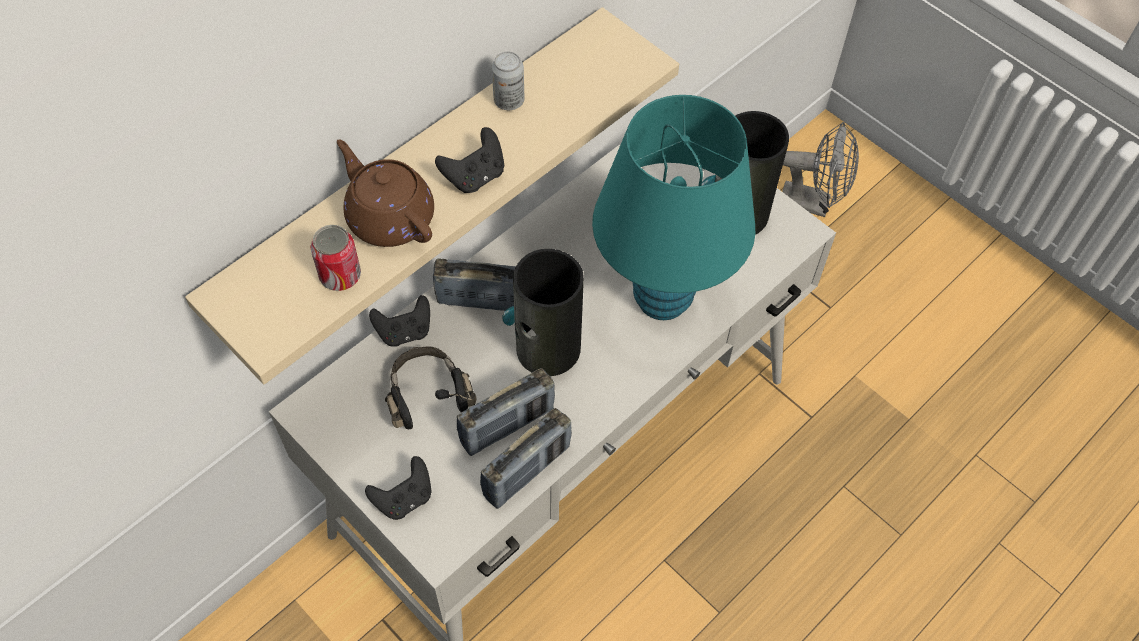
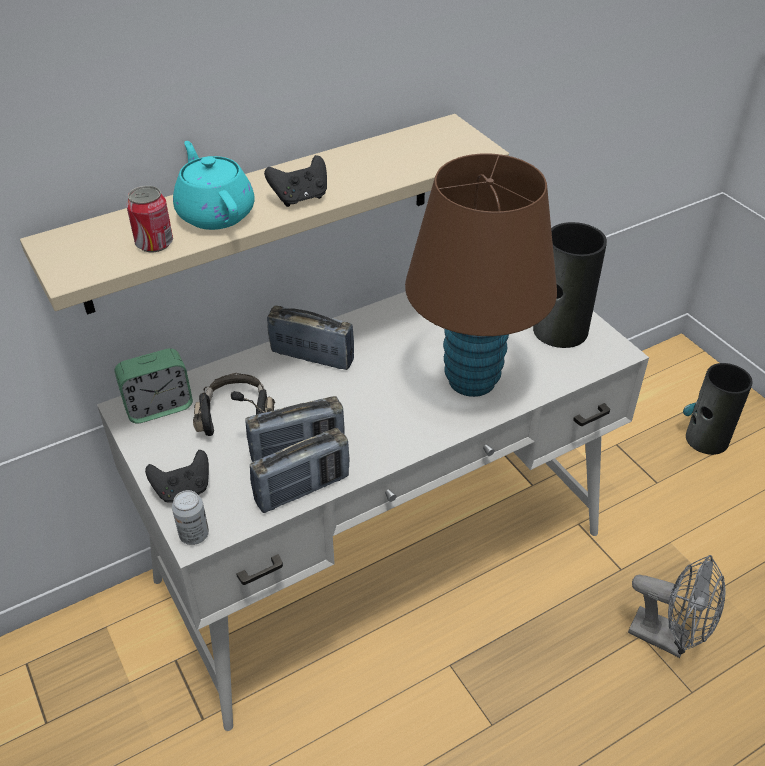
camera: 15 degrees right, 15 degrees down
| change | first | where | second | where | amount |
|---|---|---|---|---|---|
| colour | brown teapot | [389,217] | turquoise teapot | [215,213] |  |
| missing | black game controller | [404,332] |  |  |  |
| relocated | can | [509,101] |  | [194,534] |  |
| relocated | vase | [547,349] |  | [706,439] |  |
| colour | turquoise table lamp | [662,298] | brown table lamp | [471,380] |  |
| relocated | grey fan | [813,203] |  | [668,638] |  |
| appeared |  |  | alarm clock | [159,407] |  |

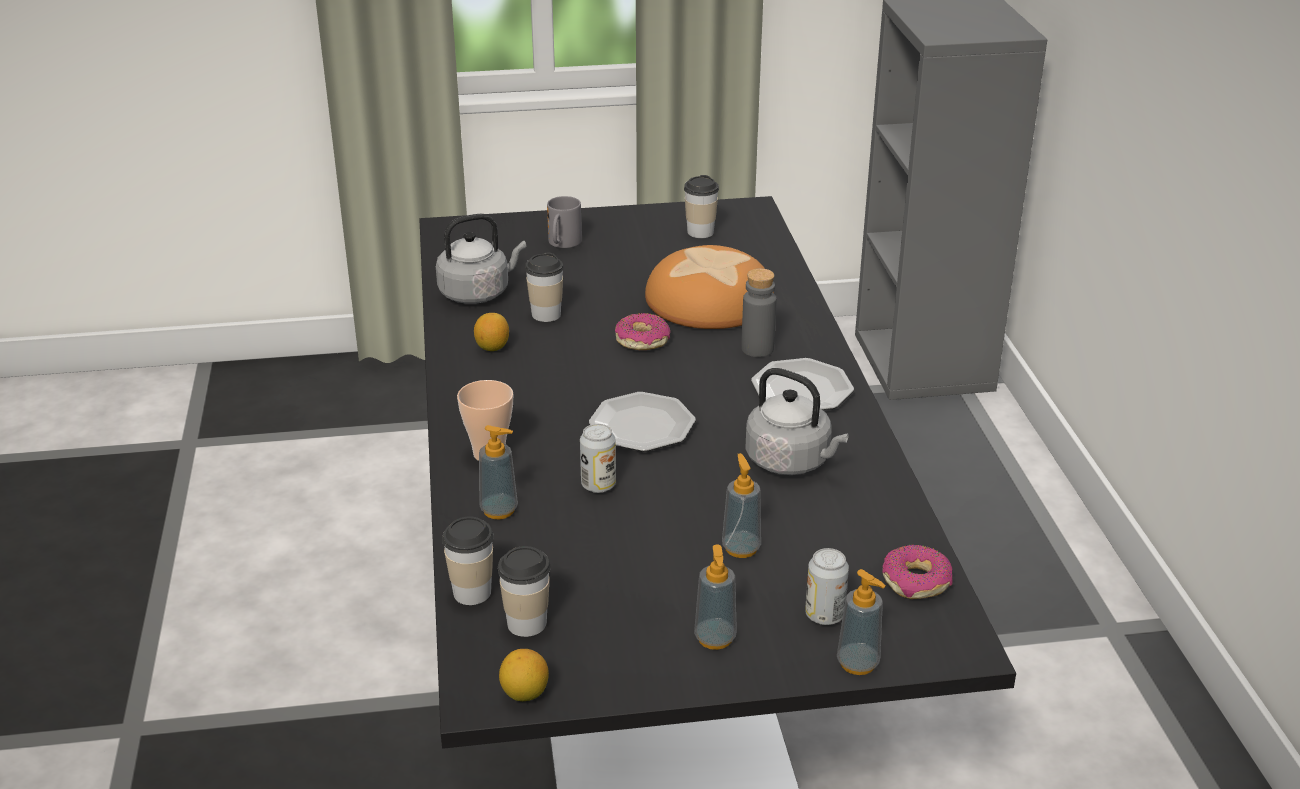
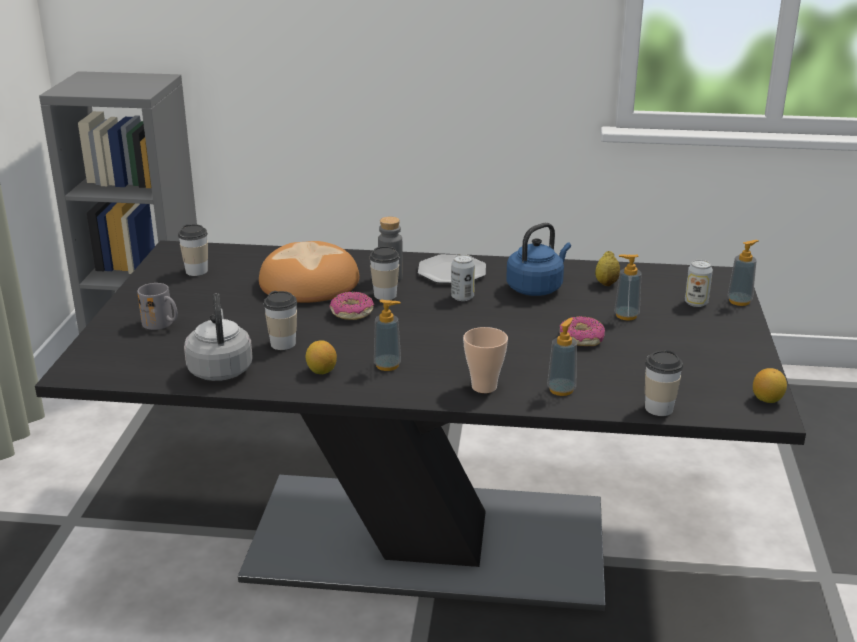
camera: 75 degrees left, 5 degrees down
| change | first | where | second | where | amount |
|---|---|---|---|---|---|
| relocated | cup | [527,623] |  | [385,295] |  |
| relocated | can | [598,485] |  | [462,297] |  |
| missing | plate | [643,426] |  |  |  |
| relocated | soap dispenser | [715,638] |  | [387,365] |  |
| colour | grey kettle | [791,462] | blue kettle | [536,288] |  |
| relocated | donut | [916,581] |  | [581,338] |  |
| appeared |  |  | lemon | [606,283] |  |

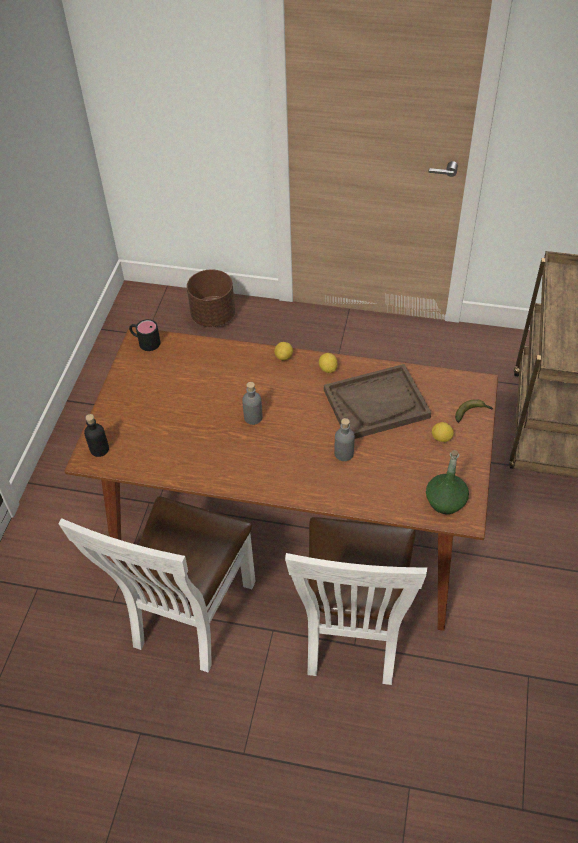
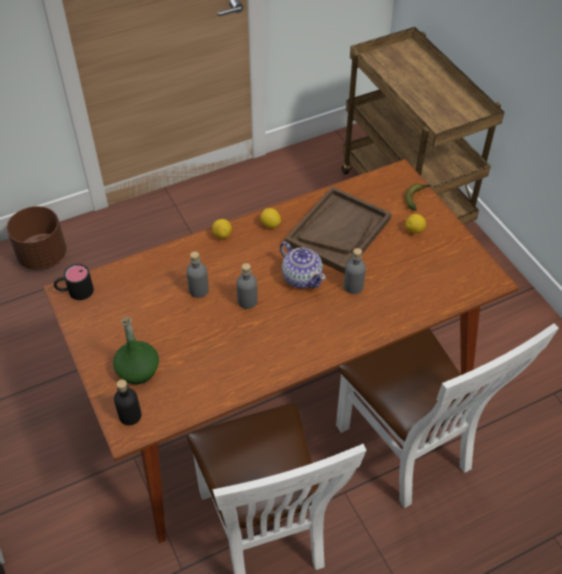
camera: 40 degrees left, 0 degrees up
| change | first | where | second | where | amount |
|---|---|---|---|---|---|
| relocated | green bottle | [445,501] |  | [138,370] |  |
| appeared |  |  | grey bottle | [198,290] |  |
| appeared |  |  | teapot | [302,277] |  |

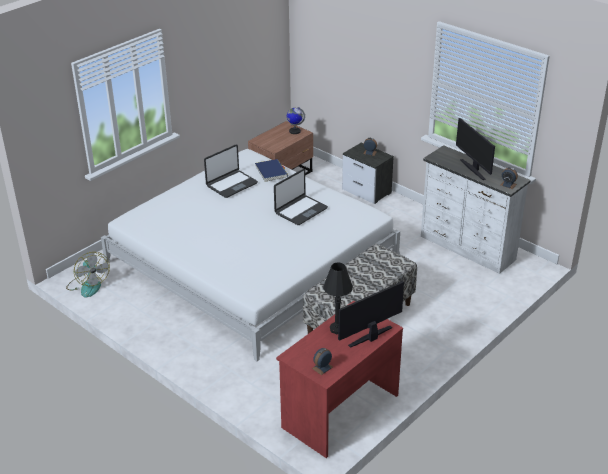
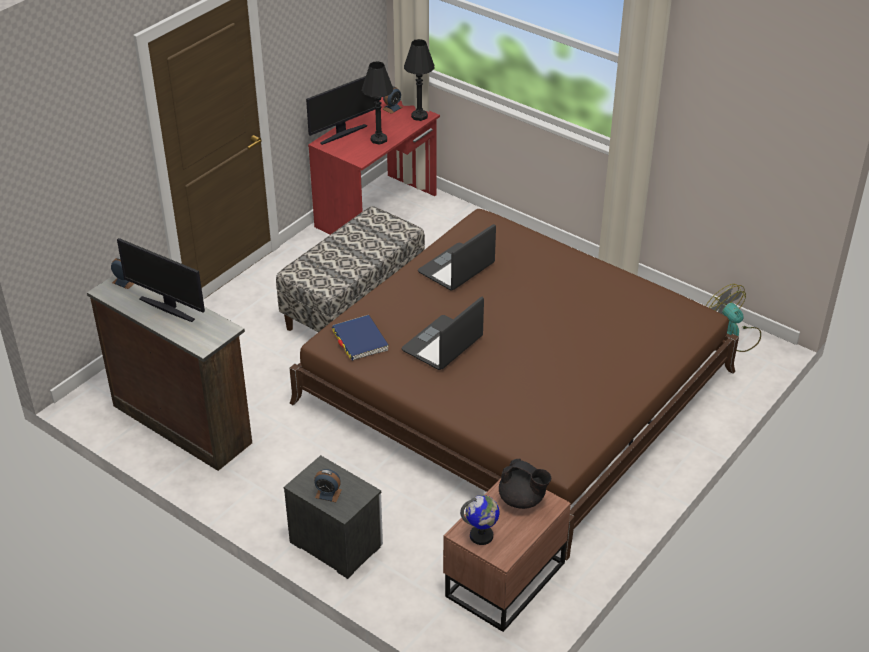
camera: 175 degrees right, 5 degrees up
| change | first | where | second | where | amount |
|---|---|---|---|---|---|
| colour | white bed | [252,260] | brown bed | [515,386] |  |
| relocated | laptop | [231,184] |  | [457,268] |  |
| relocated | blue book | [271,172] |  | [360,340] |  |
| colour | white dresser | [467,249] | brown dresser | [183,422] |  |
| spun | monitor | [473,169] |  | [168,308] | 150 degrees clockwise |
| appeared |  |  | black table lamp | [419,116] |  |
| appeared |  |  | black teapot | [522,499] |  |

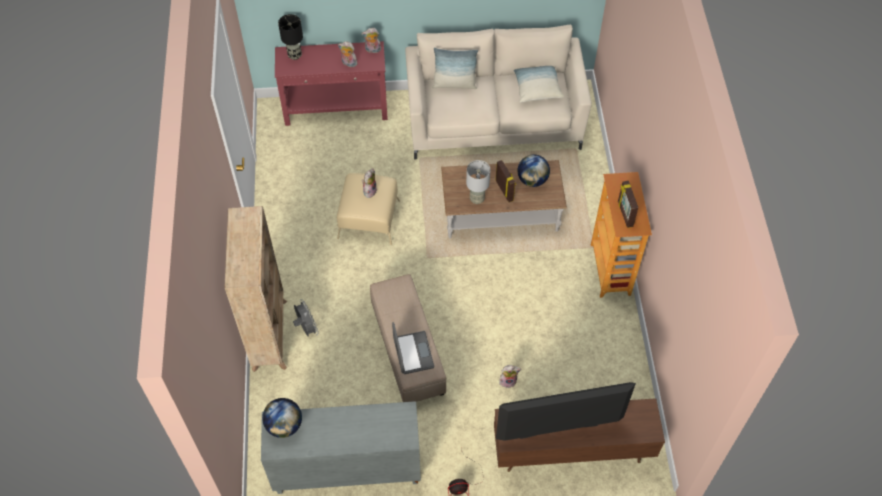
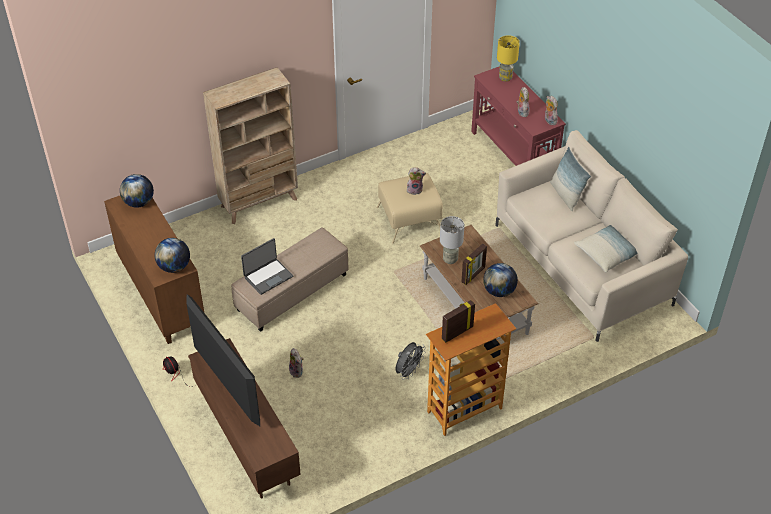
camera: 65 degrees right, 10 degrees down
| change | first | where | second | where | amount |
|---|---|---|---|---|---|
| colour | grey cabinet | [346,469] | brown cabinet | [160,294] |  |
| colour | black table lamp | [294,56] | yellow table lamp | [505,78] |  |
| relocated | grey fan | [306,328] |  | [408,371] |  |
| appeared |  |  | globe | [174,267] |  |

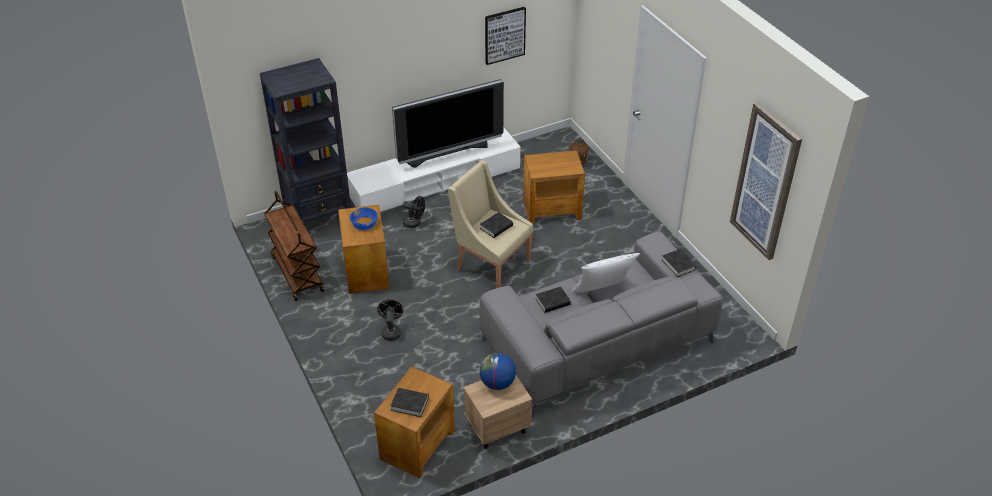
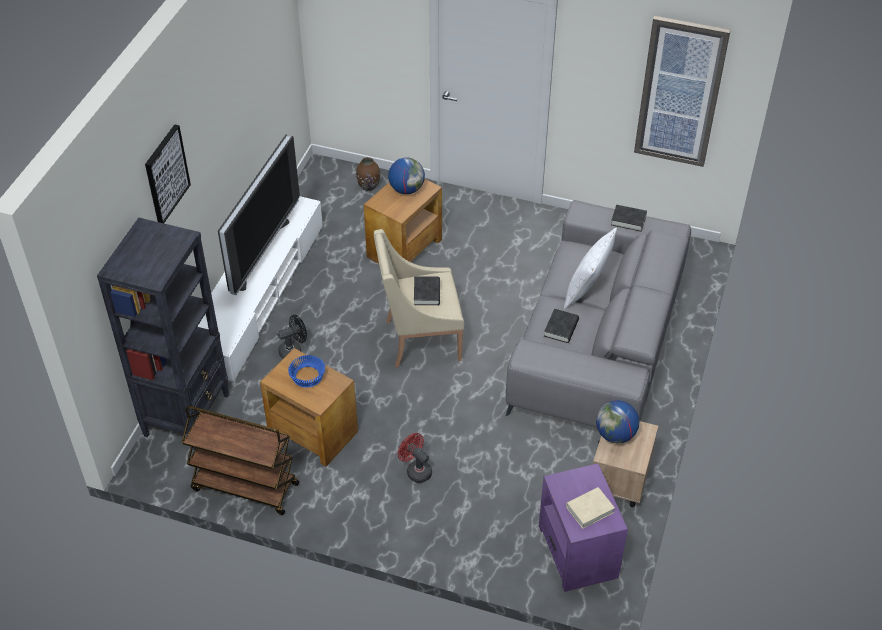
camera: 45 degrees left, 5 degrees up
| change | first | where | second | where | amount |
|---|---|---|---|---|---|
| colour | brown side table | [416,445] | purple side table | [577,552] |  |
| colour | black fan | [391,331] | red fan | [416,470] |  |
| colour | black book | [410,404] | beige book | [589,509] |  |
| relocated | picture | [504,35] |  | [166,174] |  |
| appeared |  |  | globe | [406,189] |  |

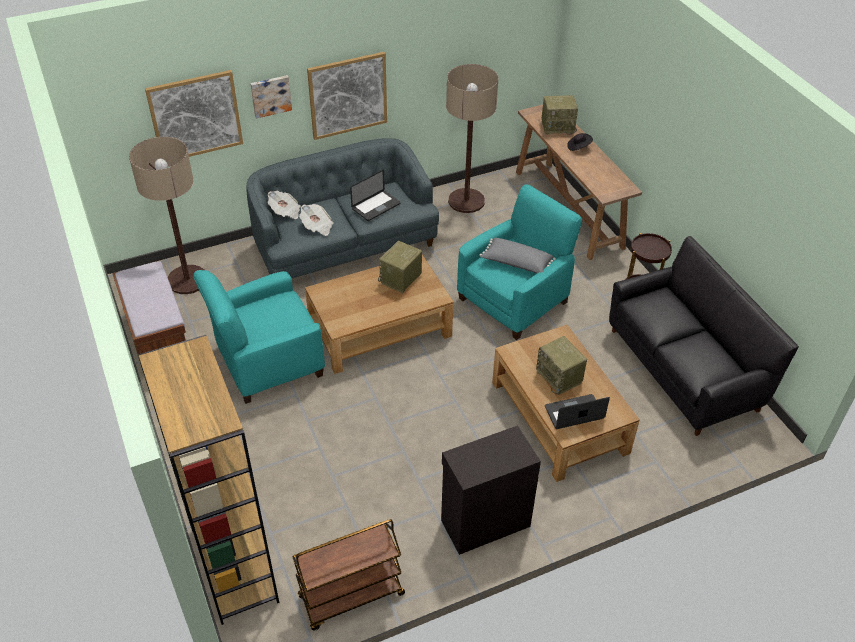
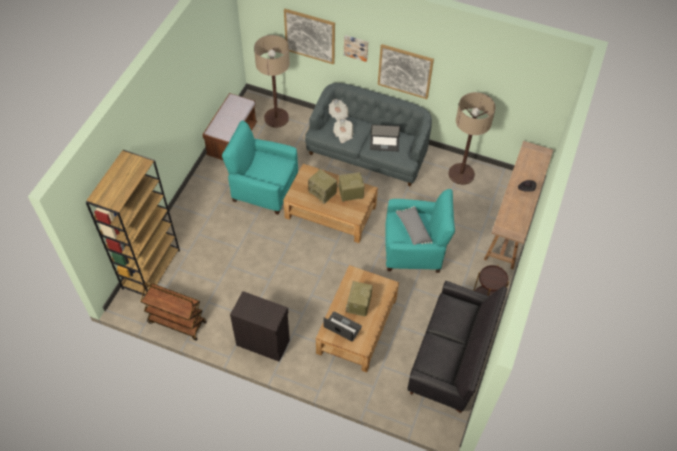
camera: 45 degrees right, 10 degrees up
| change | first | where | second | where | amount |
|---|---|---|---|---|---|
| relocated | radio | [558,126] |  | [323,192] |  |

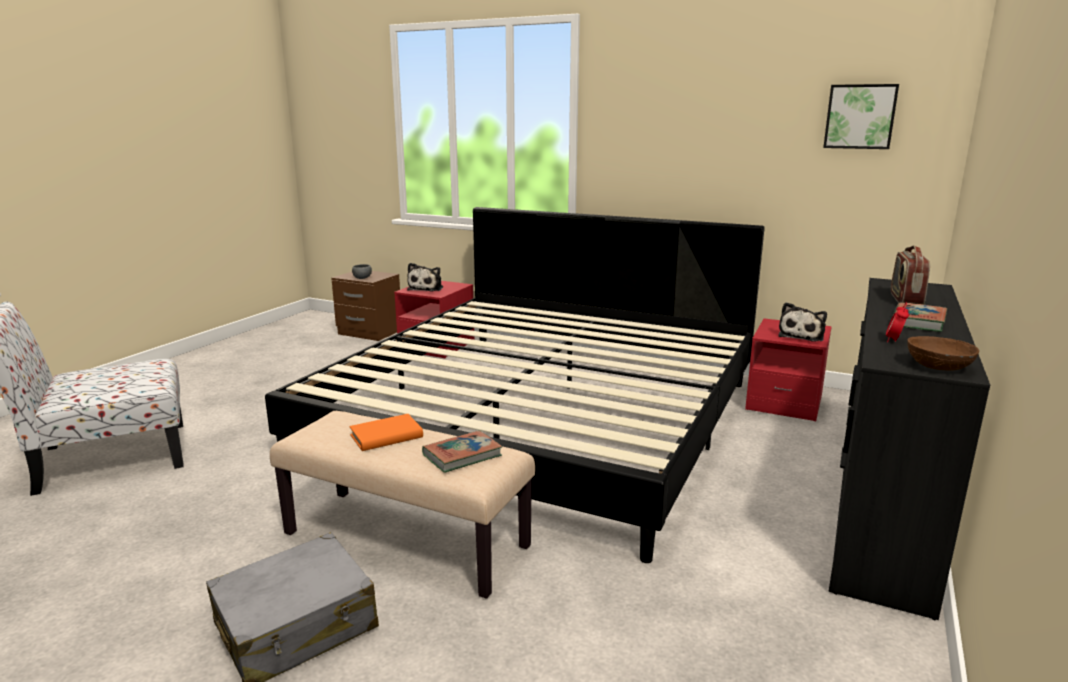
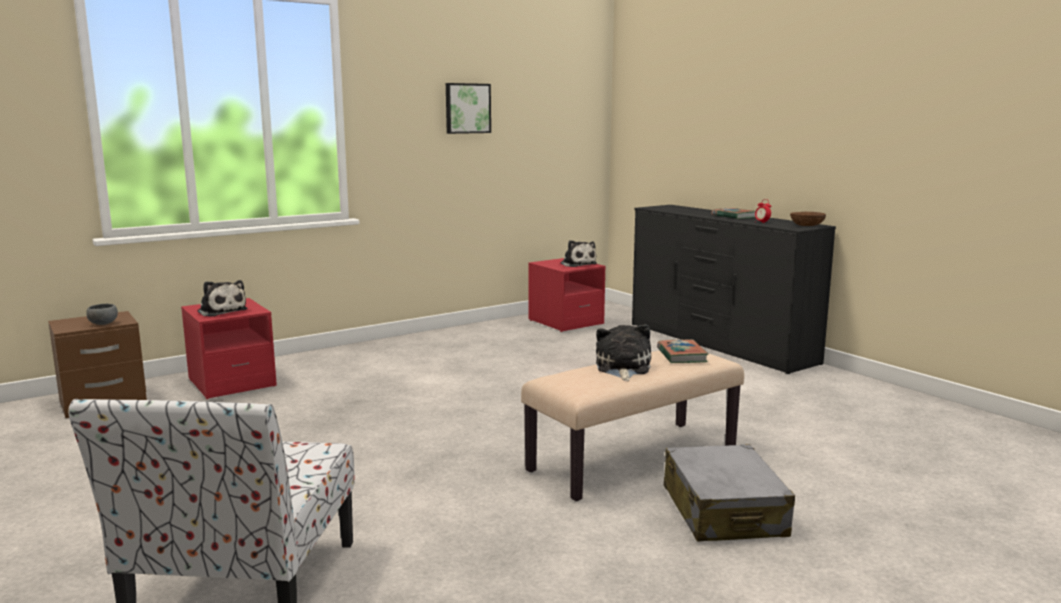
camera: 60 degrees left, 5 degrees down
| change | first | where | second | where | amount |
|---|---|---|---|---|---|
| missing | bed | [540,419] |  |  |  |
| exchanged | orange book | [386,436] | plush toy | [622,368] |  |
| relocated | picture | [860,116] |  | [467,108] |  |
| missing | radio | [905,300] |  |  |  |

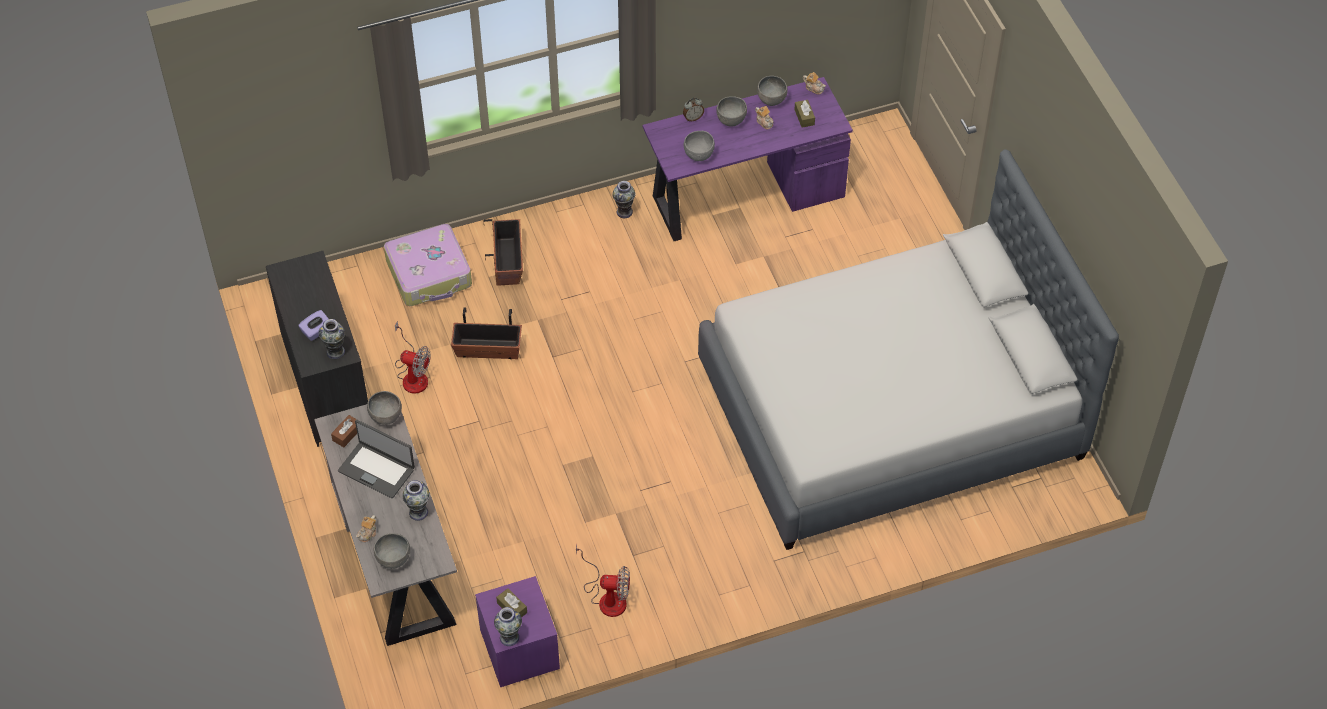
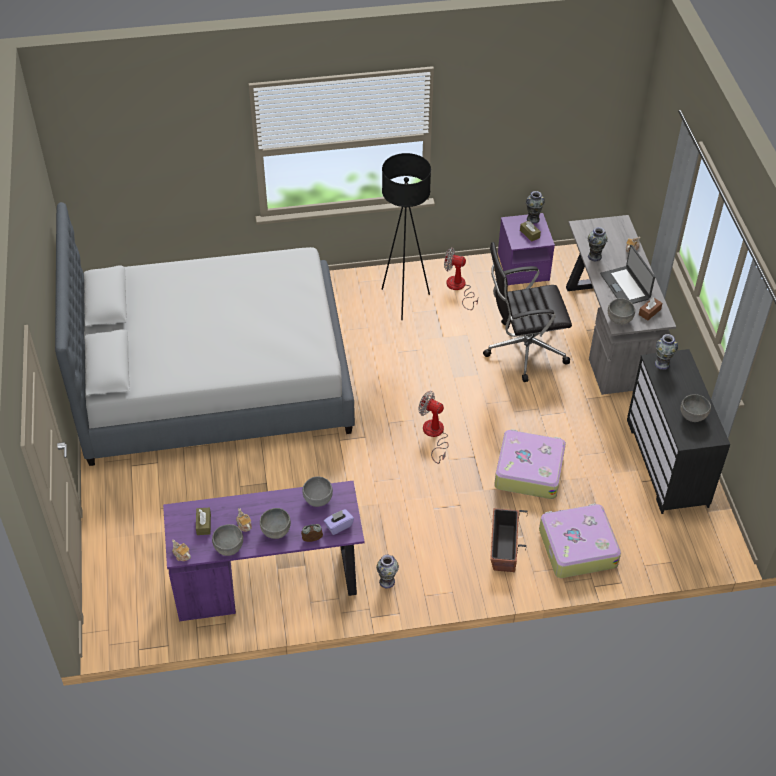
camera: 170 degrees left, 5 degrees down
| change | first | where | second | where | amount |
|---|---|---|---|---|---|
| relocated | purple tissue box | [316,331] |  | [338,526] |  |
| spun | laptop | [377,469] |  | [625,286] | 150 degrees counterclockwise |
| relocated | grey bowl | [393,559] |  | [693,416] |  |
| relocated | fan | [413,375] |  | [434,435] |  |
| exchanged | planter | [488,349] | suitcase | [528,470] |  |
| appeared |  |  | black floor lamp | [403,300] |  |
| appeared |  |  | black office chair | [523,350] |  |

